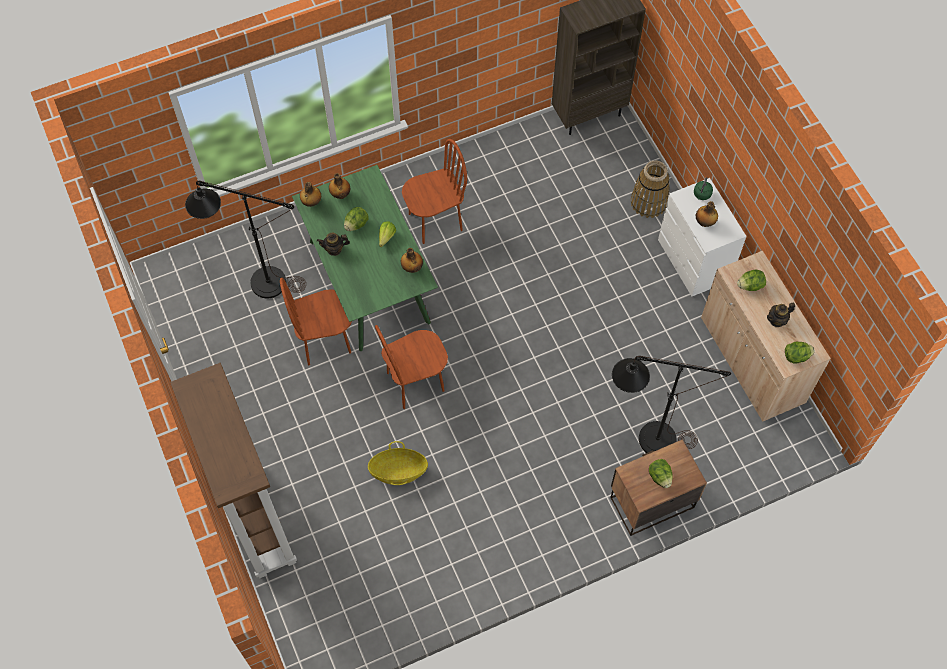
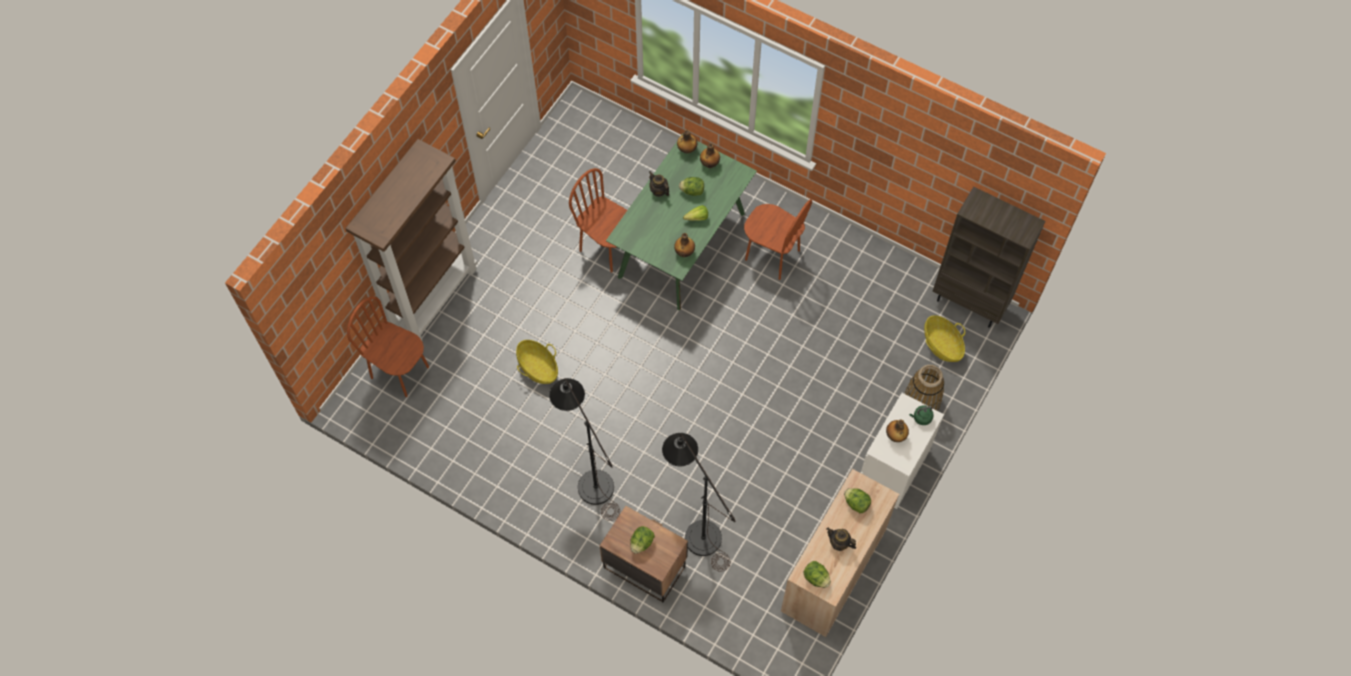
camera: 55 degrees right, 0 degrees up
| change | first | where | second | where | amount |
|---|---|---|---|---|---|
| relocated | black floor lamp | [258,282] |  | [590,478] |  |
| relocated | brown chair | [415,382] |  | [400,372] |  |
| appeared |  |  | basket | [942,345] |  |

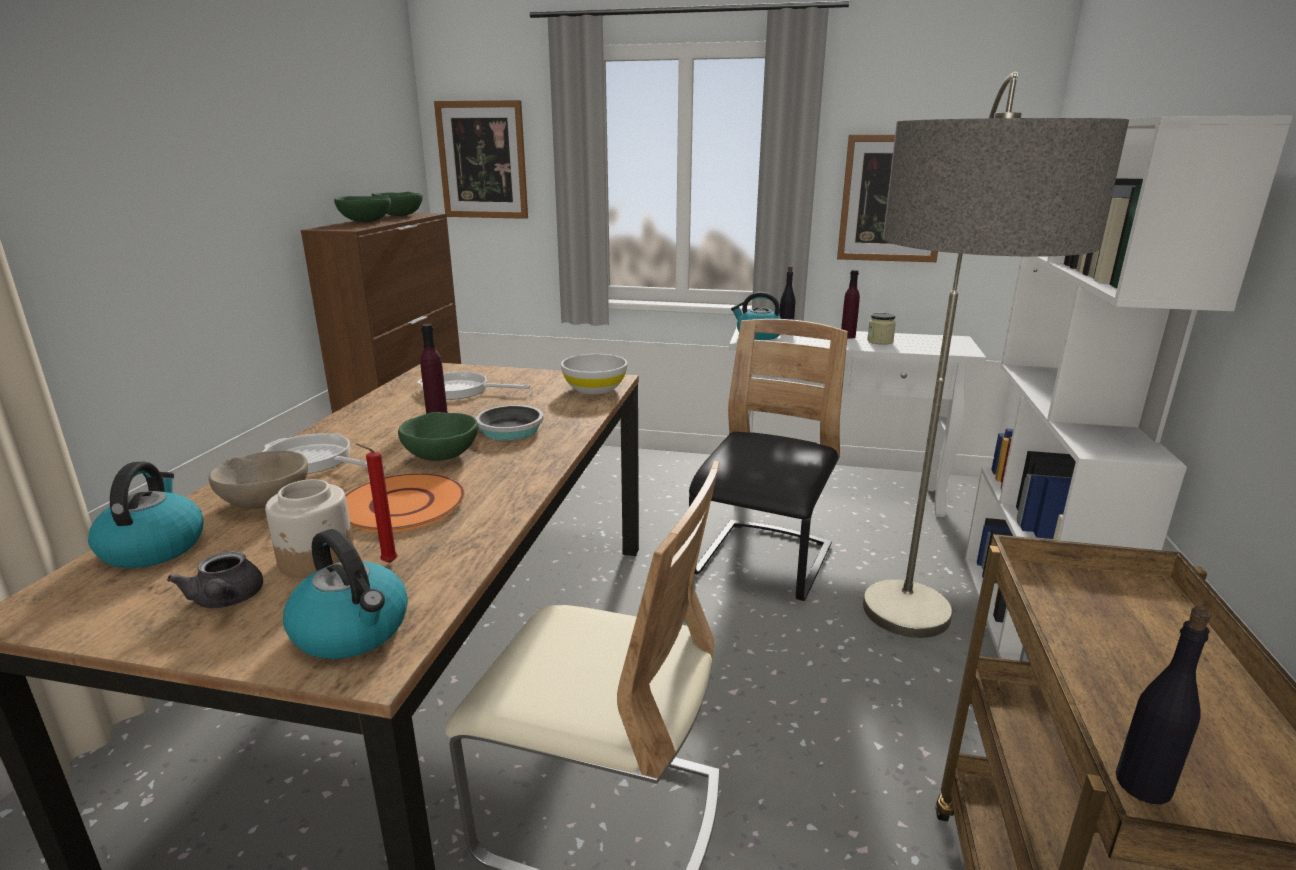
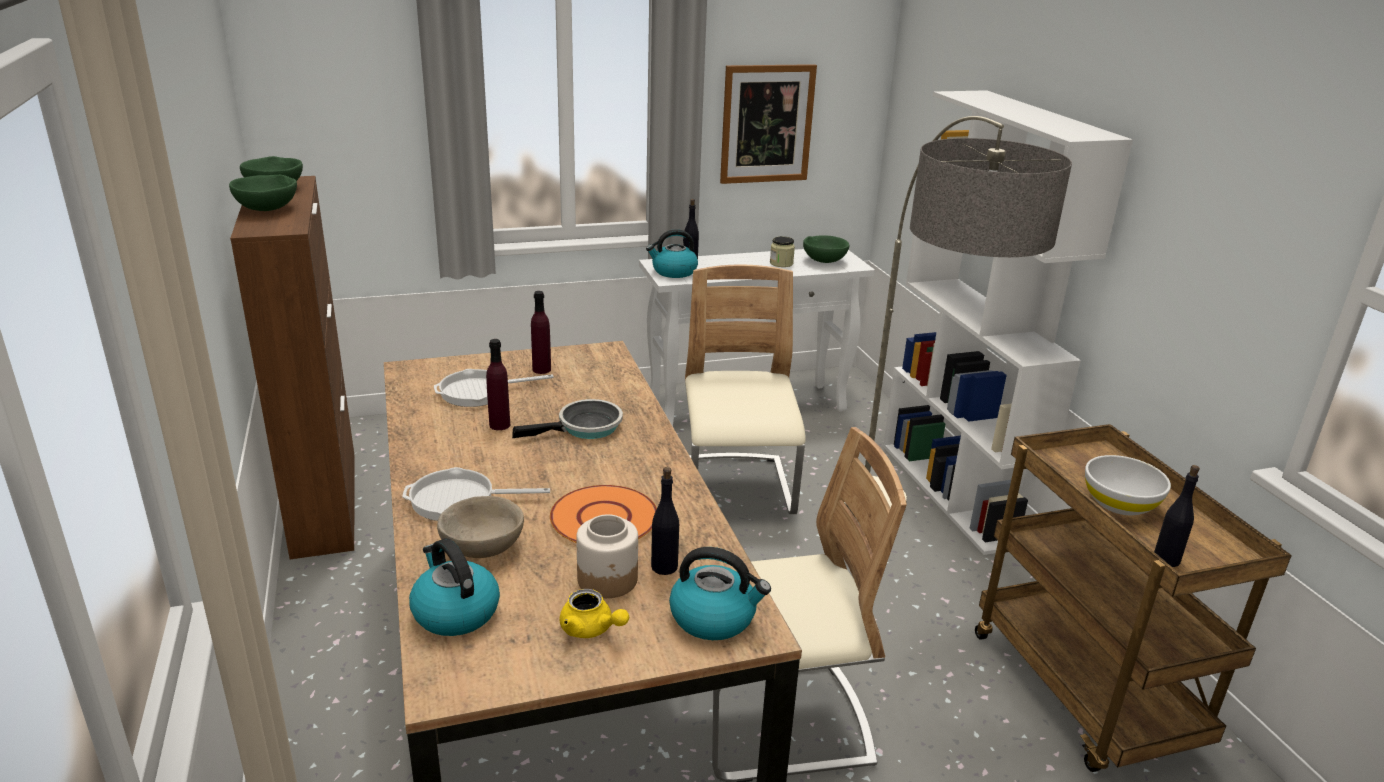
camera: 30 degrees left, 5 degrees up
| change | first | where | second | where | amount |
|---|---|---|---|---|---|
| colour | grey teapot | [226,601] | yellow teapot | [591,629] |  |
| exchanged | red candle | [386,563] | black bottle | [664,566] |  |
| relocated | green bowl | [442,456] |  | [824,261] |  |
| missing | picture | [482,160] |  |  |  |
| relocated | white bowl | [595,389] |  | [1120,503] |  |
| colour | black chair | [762,562] | beige chair | [736,489] |  |
| relocated | purple bottle | [848,336] |  | [541,369] |  |

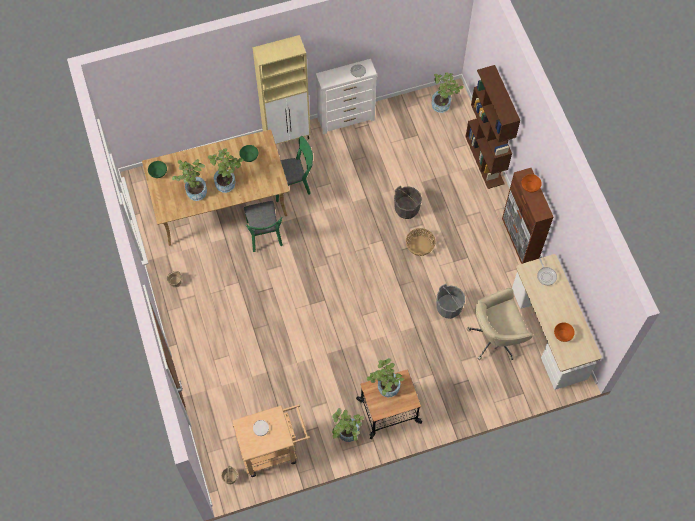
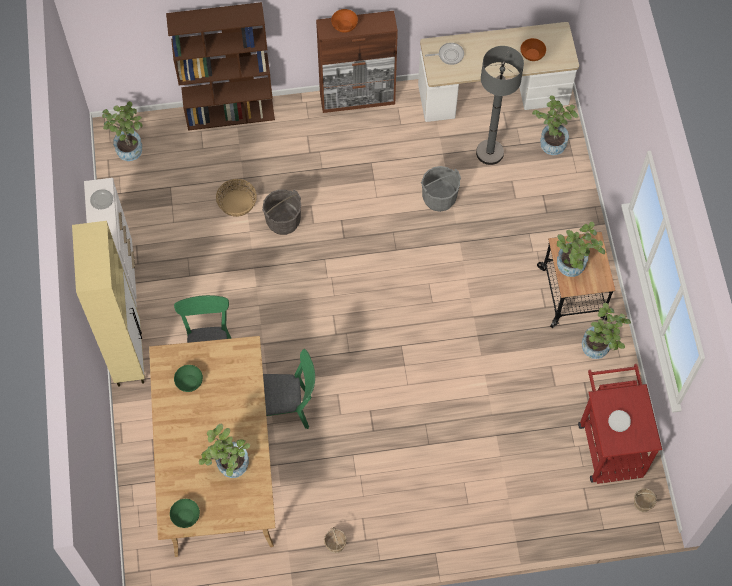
camera: 80 degrees left, 0 degrees up
| change | first | where | second | where | amount |
|---|---|---|---|---|---|
| relocated | potted plant | [228,182] |  | [551,141] |  |
| colour | beige cart | [273,449] | red cart | [609,442] |  |
| relocated | basket | [419,245] |  | [237,203] |  |
| exchanged | beige office chair | [496,337] | grey floor lamp | [489,152] |  |

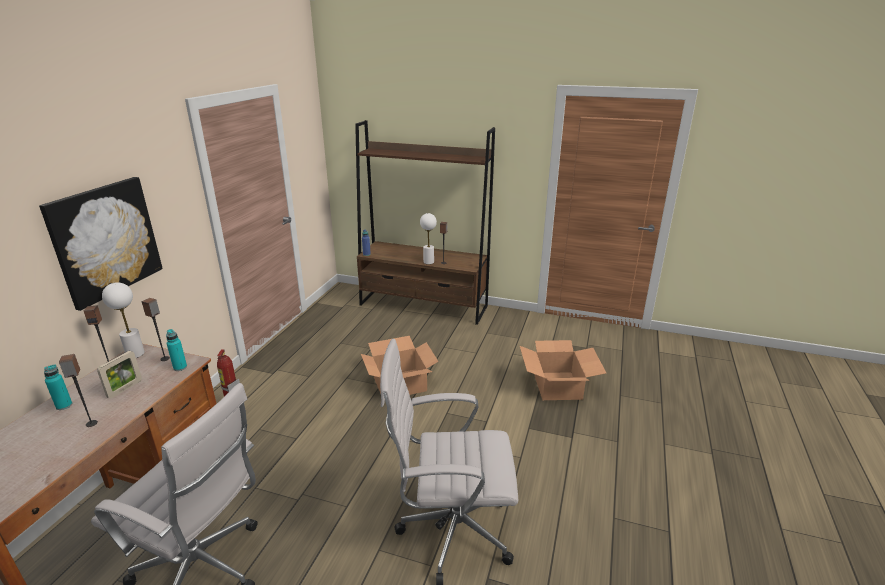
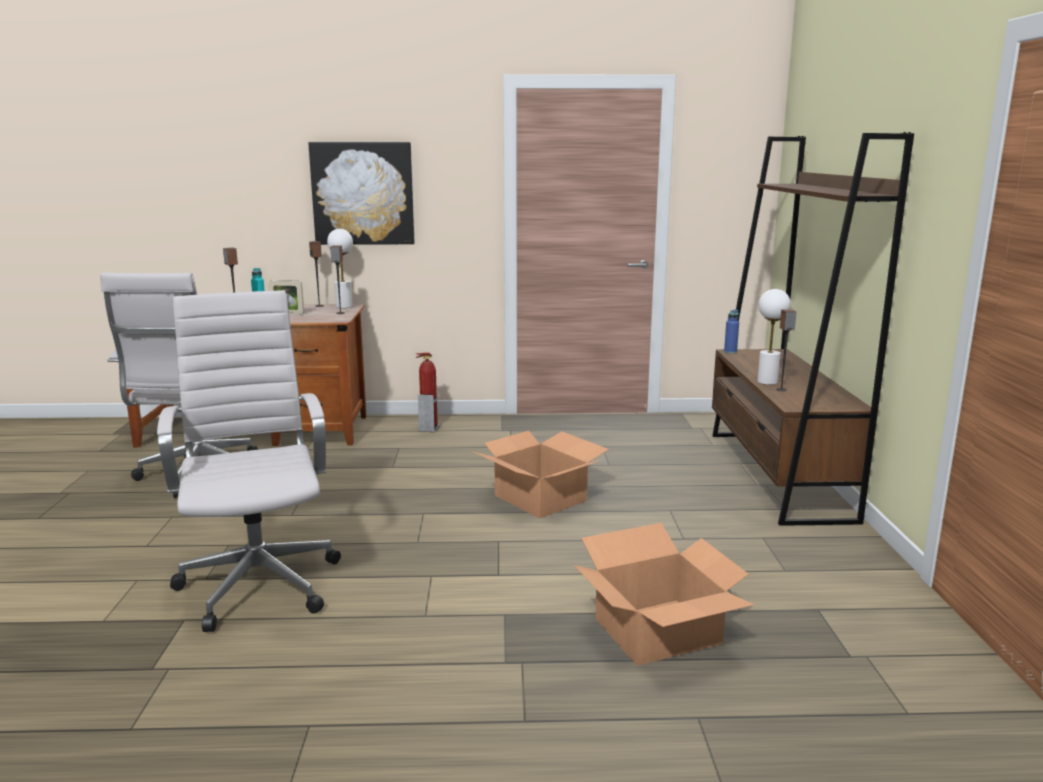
camera: 70 degrees right, 10 degrees down
| change | first | where | second | where | amount |
|---|---|---|---|---|---|
| missing | turquoise bottle | [180,367] |  |  |  |

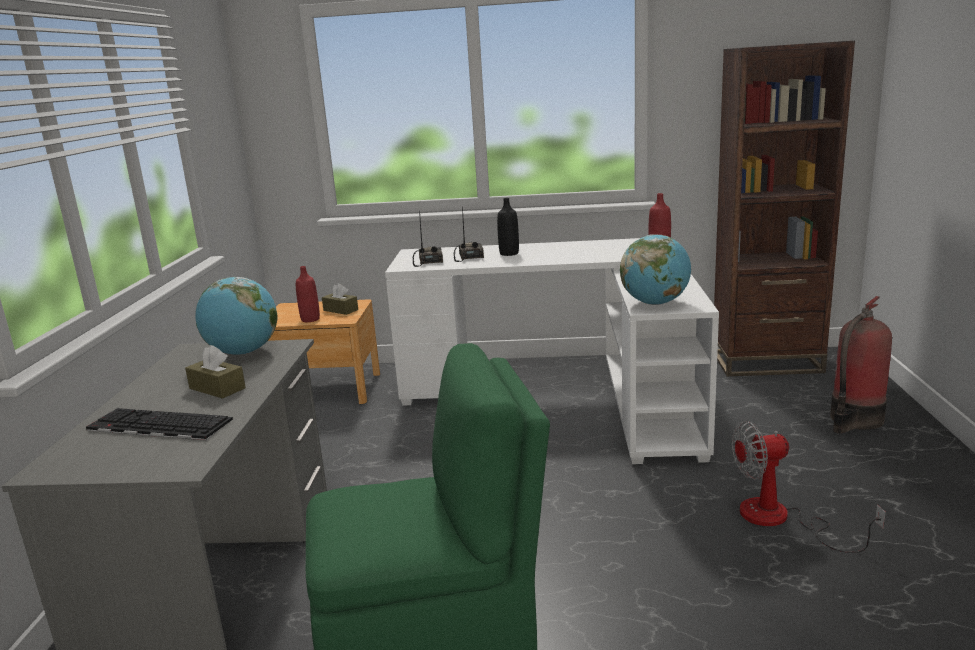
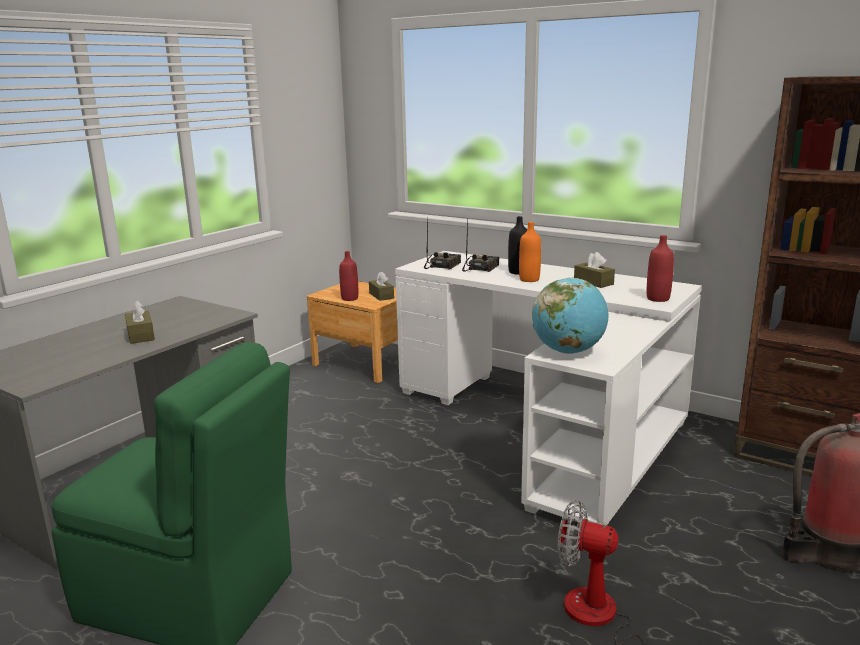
camera: 30 degrees right, 0 degrees up
| change | first | where | second | where | amount |
|---|---|---|---|---|---|
| missing | keyboard | [157,426] |  |  |  |
| missing | globe | [243,352] |  |  |  |
| appeared |  |  | orange bottle | [529,279] |  |
| appeared |  |  | brown tissue box | [593,282] |  |

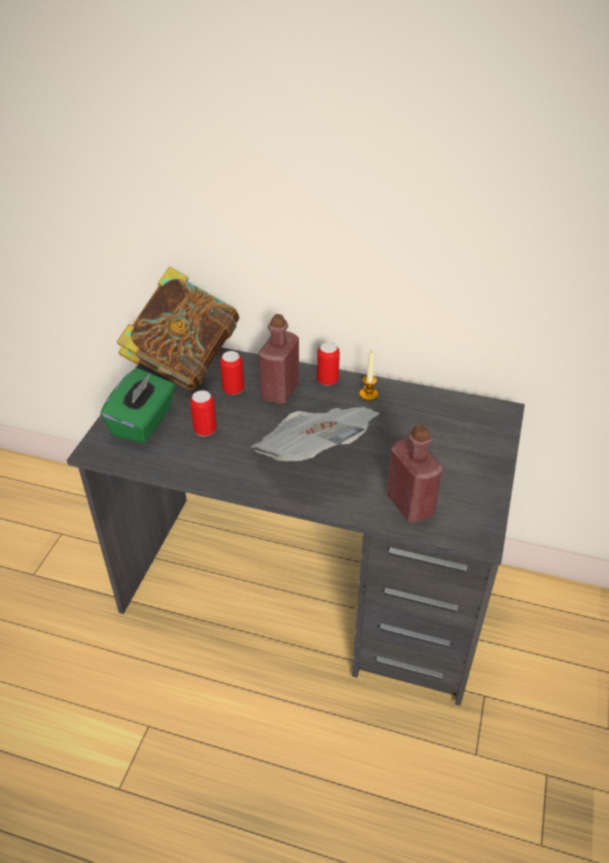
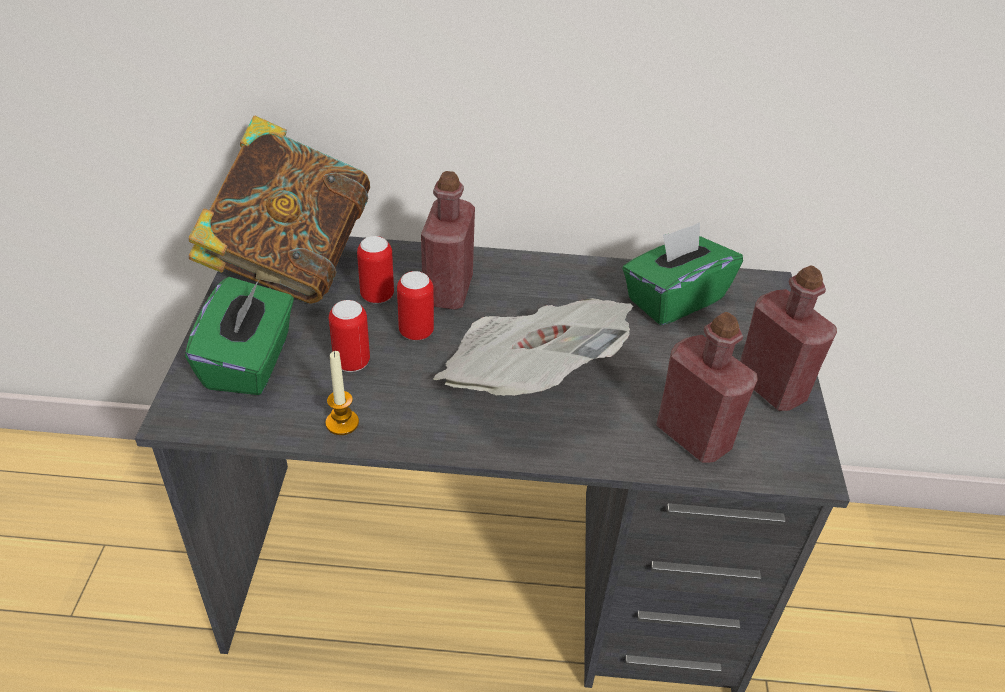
camera: 15 degrees left, 0 degrees up
| change | first | where | second | where | amount |
|---|---|---|---|---|---|
| relocated | can | [327,381] |  | [416,332] |  |
| relocated | candle | [368,395] |  | [342,423] |  |
| appeared |  |  | green tissue box | [674,299] |  |
| appeared |  |  | red bottle | [771,387] |  |

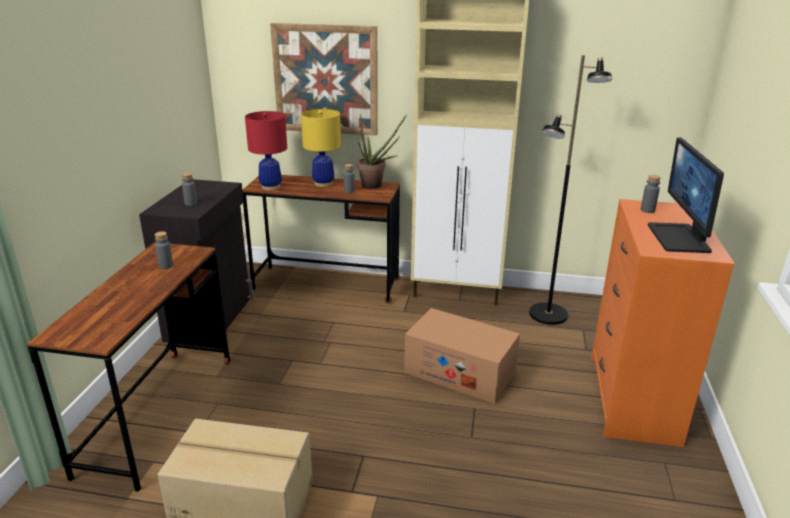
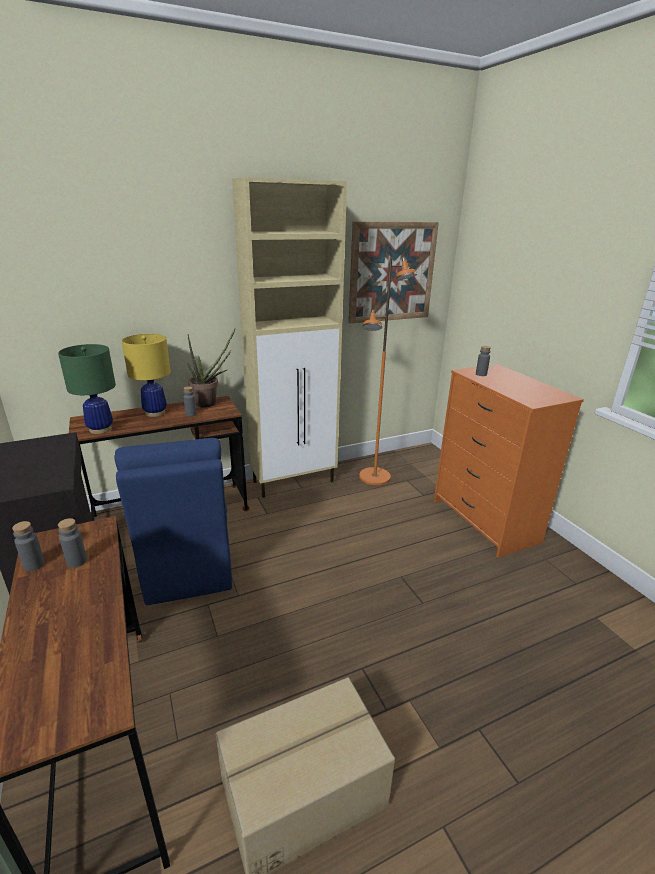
camera: 35 degrees left, 0 degrees up
| change | first | where | second | where | amount |
|---|---|---|---|---|---|
| relocated | grey bottle | [191,203] |  | [34,564] |  |
| colour | red table lamp | [270,187] | green table lamp | [100,429] |  |
| relocated | picture | [325,80] |  | [392,272] |  |
| missing | cardboard box | [460,372] |  |  |  |
| colour | black floor lamp | [548,315] | orange floor lamp | [375,477] |  |
| missing | monitor | [680,238] |  |  |  |
| appeared |  |  | blue chair | [187,565] |  |

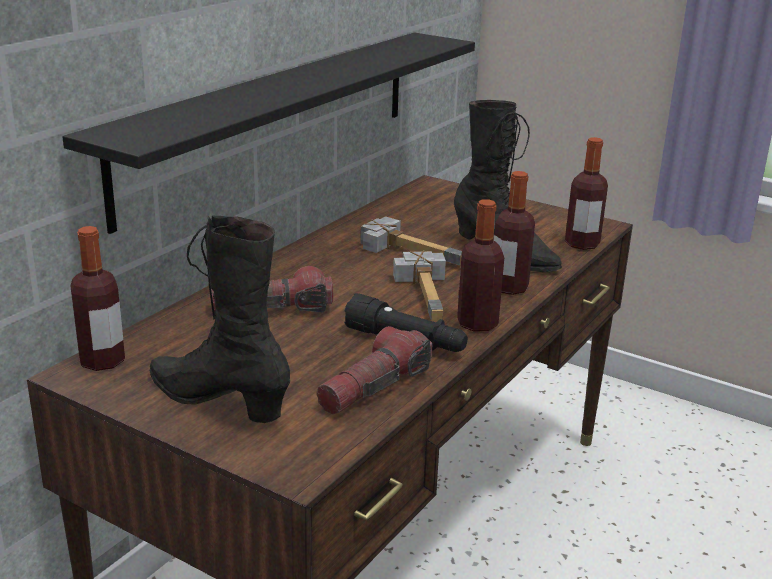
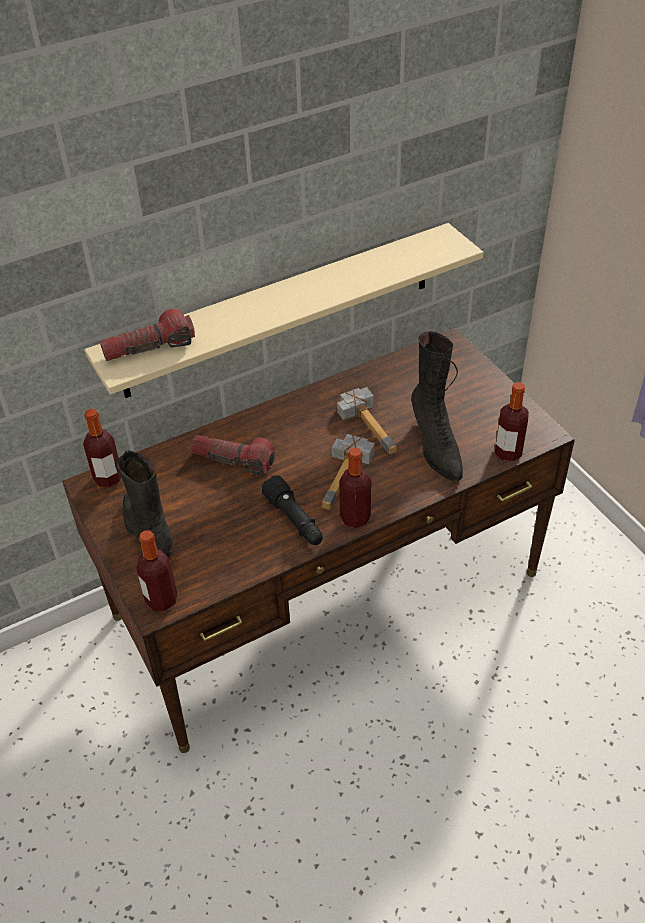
camera: 30 degrees right, 20 degrees up
| change | first | where | second | where | amount |
|---|---|---|---|---|---|
| colour | black shelf | [275,119] | beige shelf | [280,310] |  |
| relocated | flashlight | [374,387] |  | [149,348] |  |
| relocated | bottle | [509,288] |  | [161,600] |  |

